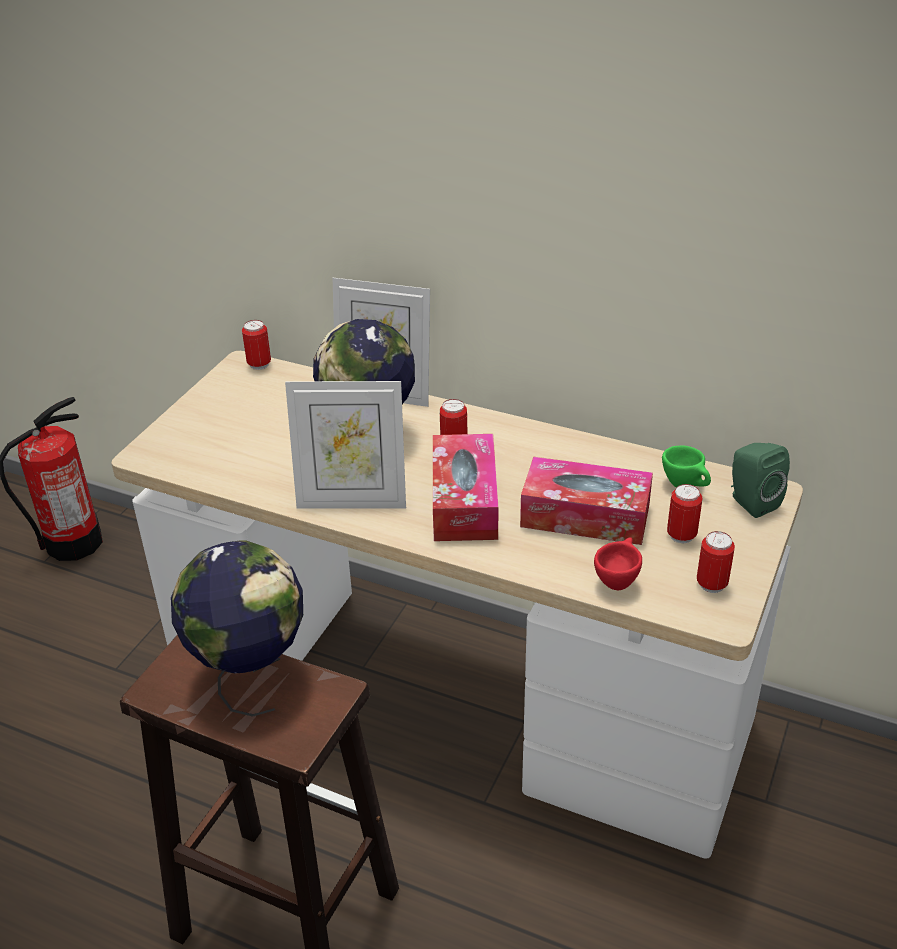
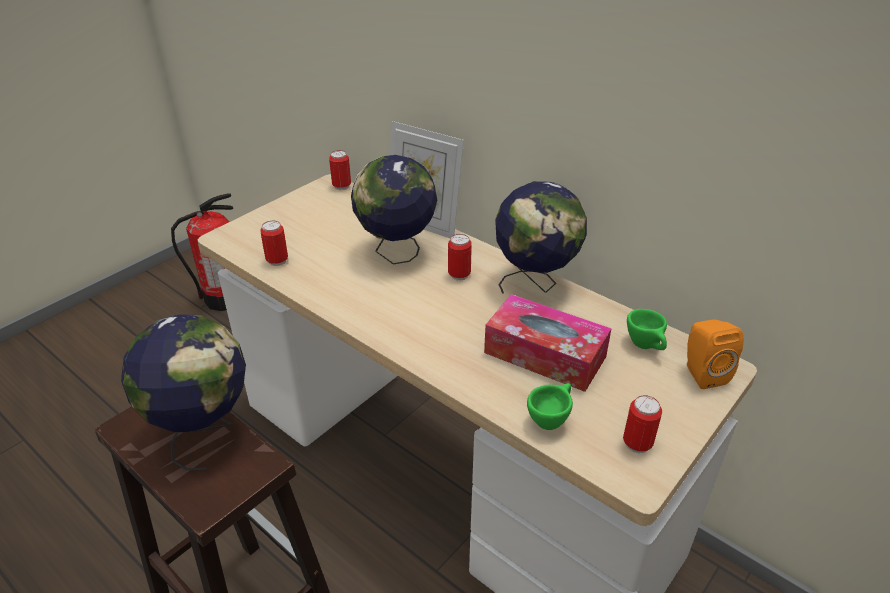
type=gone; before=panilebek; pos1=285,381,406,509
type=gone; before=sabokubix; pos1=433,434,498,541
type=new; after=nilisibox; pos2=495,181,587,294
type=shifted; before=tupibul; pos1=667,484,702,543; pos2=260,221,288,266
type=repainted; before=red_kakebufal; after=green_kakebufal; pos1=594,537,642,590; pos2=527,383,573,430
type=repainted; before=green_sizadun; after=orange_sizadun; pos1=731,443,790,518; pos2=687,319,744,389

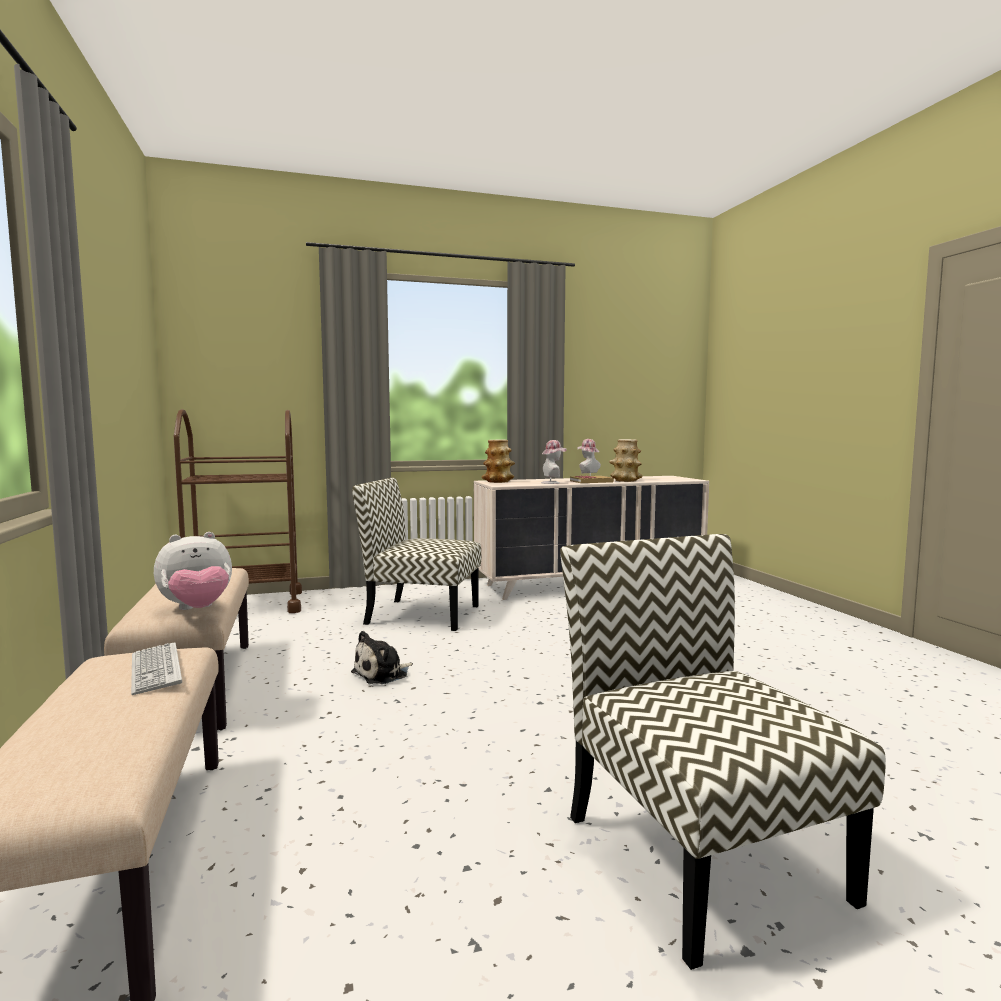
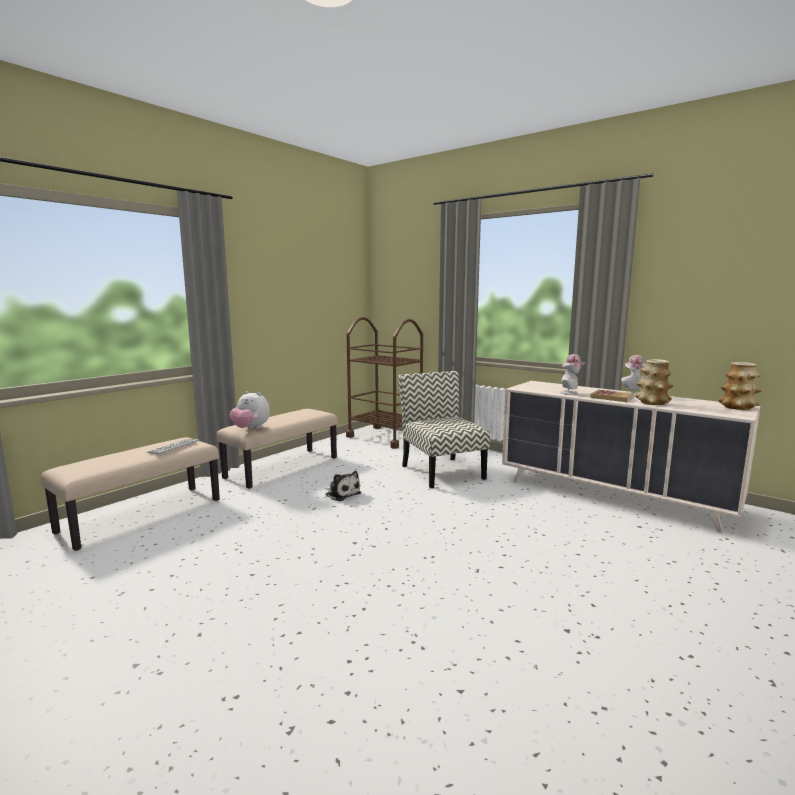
type=gone; before=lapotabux; pos1=560,534,886,970
type=shifted; before=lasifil; pos1=482,440,515,483; pos2=718,362,762,410
type=rotated; before=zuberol; pos1=351,631,413,684; pos2=325,471,361,501; turn=-150

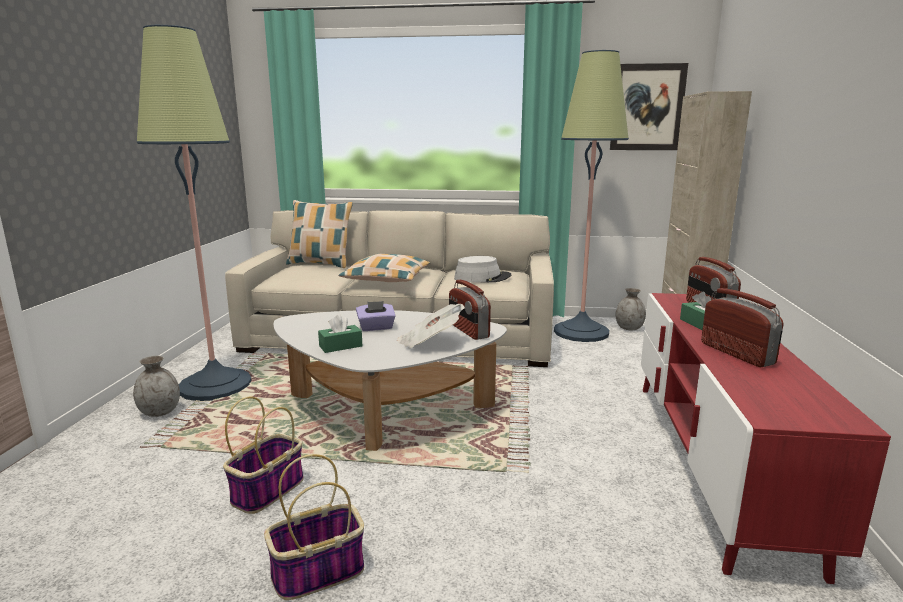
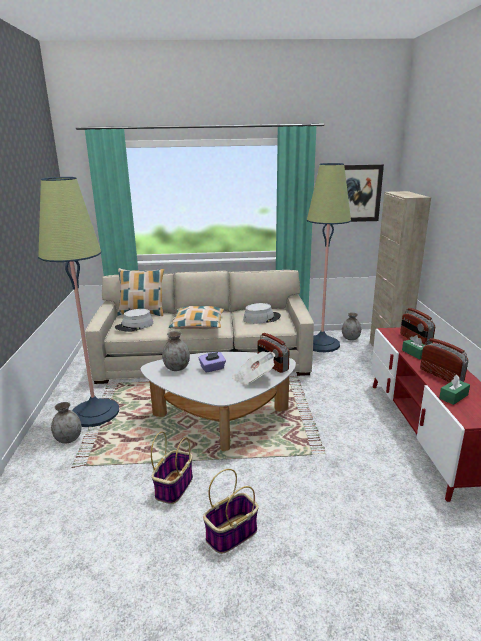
type=new; after=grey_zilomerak; pos2=115,309,153,332
type=new; after=grey_lasifil; pos2=162,331,190,371
type=shifted; before=green_sabokubix; pos1=318,314,362,353; pos2=439,375,470,405

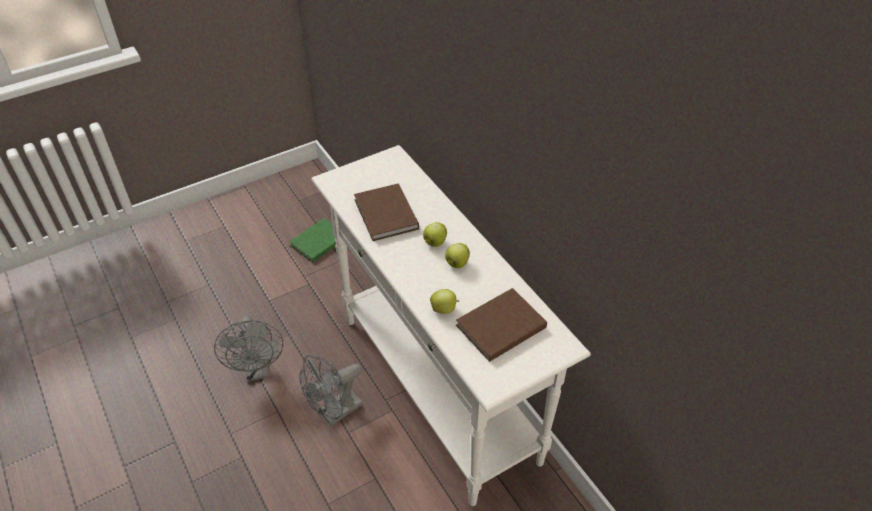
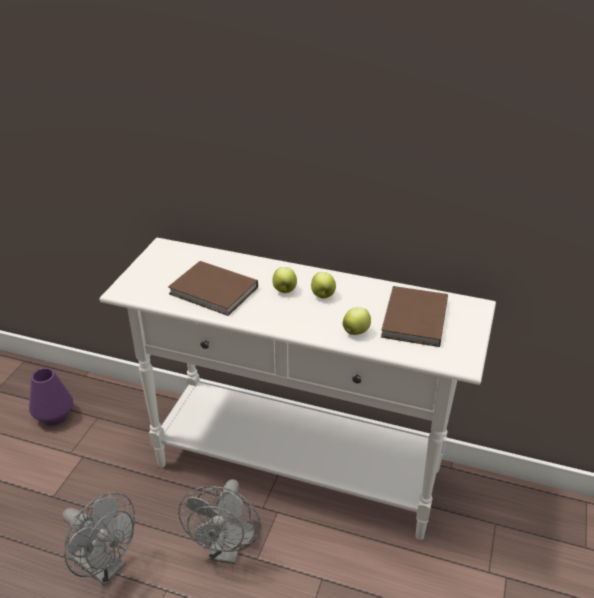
type=swapped; before=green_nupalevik; after=purple_lasifil; pos1=289,218,336,262; pos2=29,368,73,426

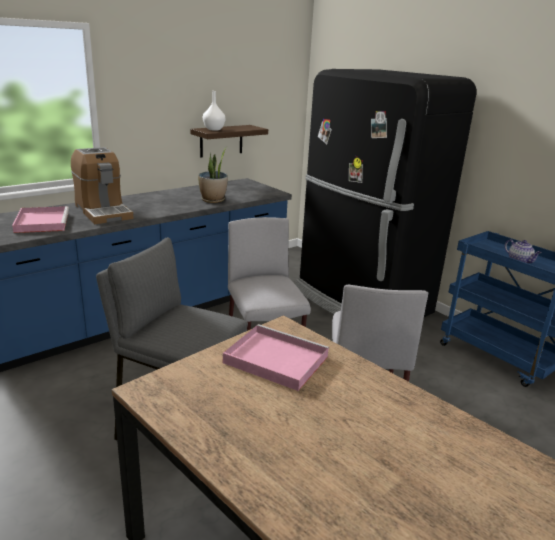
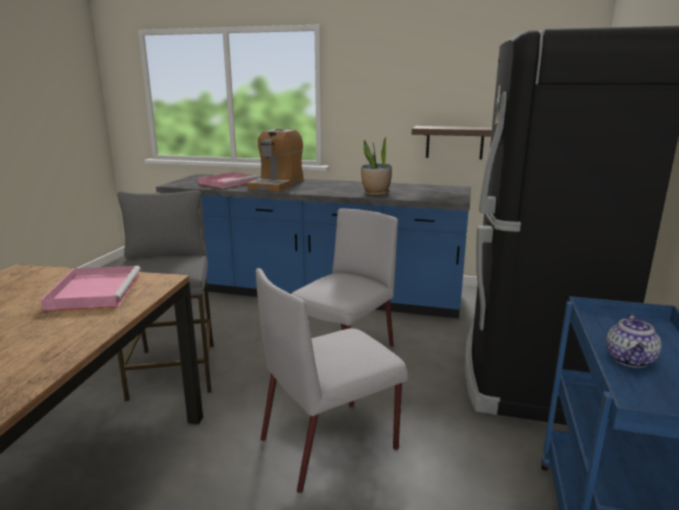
type=gone; before=white_lasifil; pos1=203,91,225,131

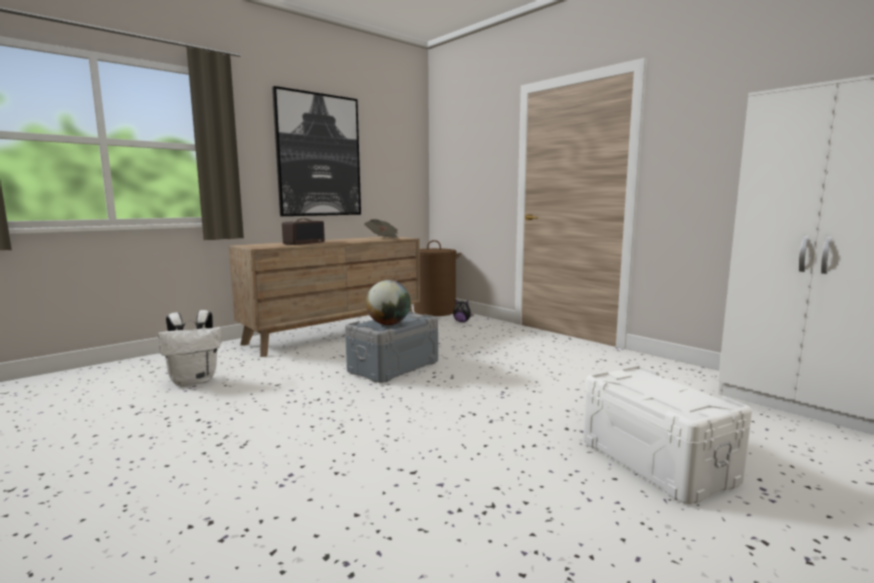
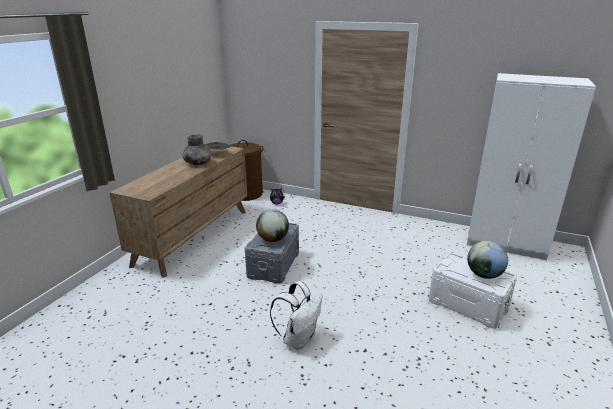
type=gone; before=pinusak; pos1=272,86,361,216
type=gone; before=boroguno; pos1=282,218,325,245
type=new; after=grey_lasifil; pos2=182,134,212,165
type=new; after=nilisibox; pos2=467,241,508,279
type=shifted; before=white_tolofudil; pos1=158,310,222,386; pos2=270,281,323,350

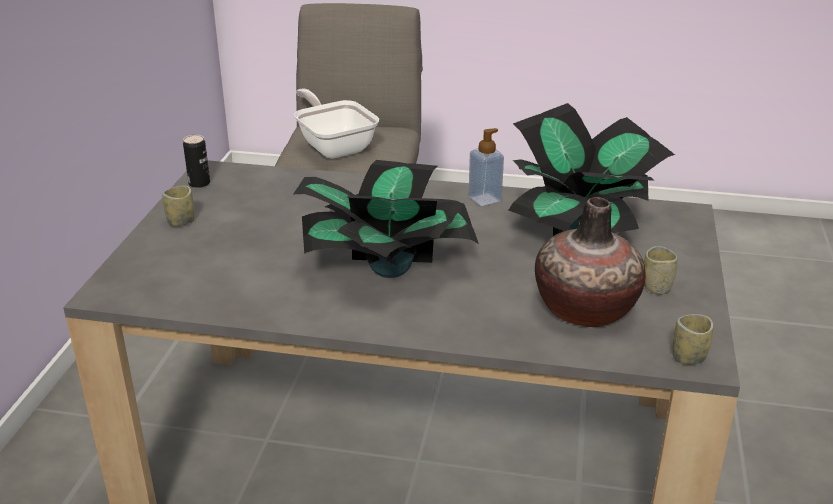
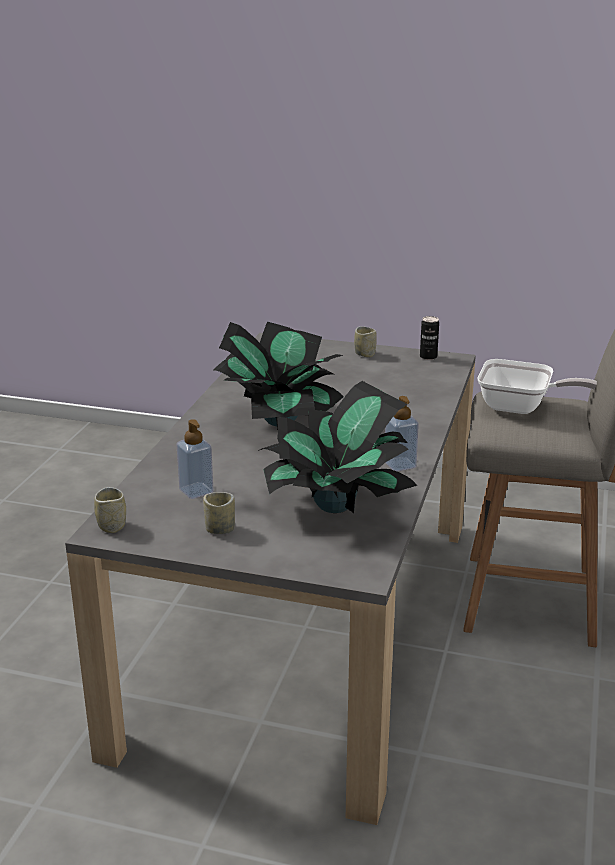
type=swapped; before=lasifil; after=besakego; pos1=535,197,646,327; pos2=176,419,214,499
type=rotated; before=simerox; pos1=294,88,379,159; pos2=478,359,597,414; turn=45

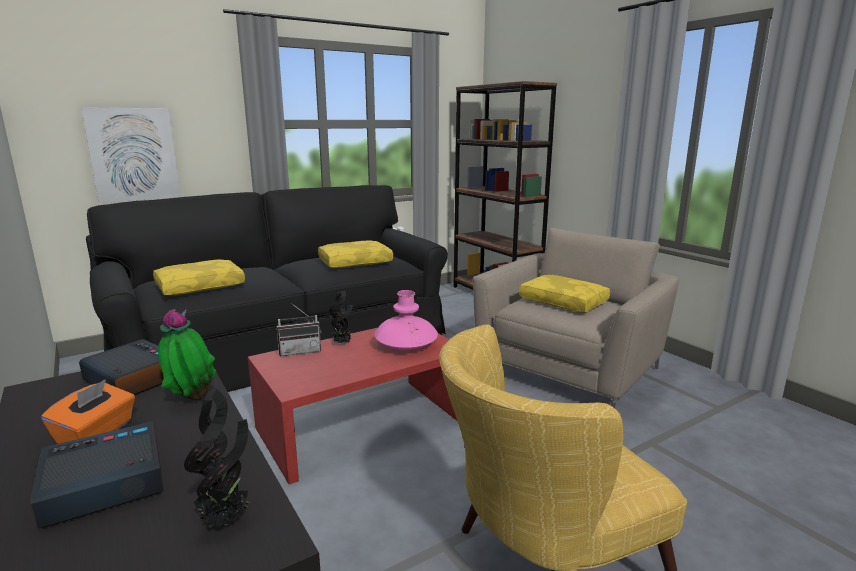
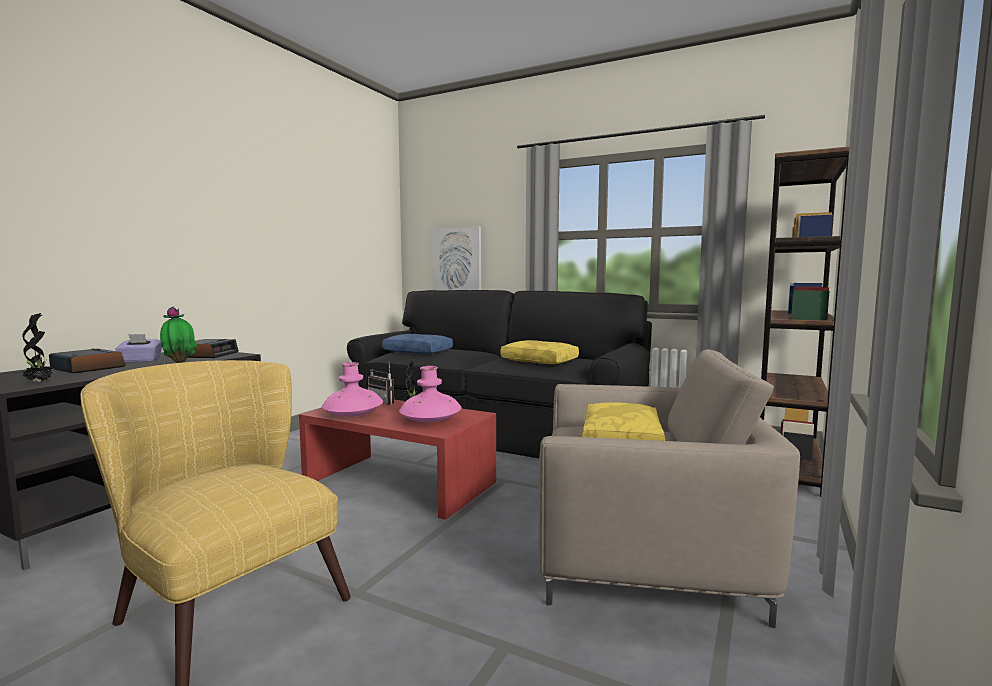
type=new; after=pink_lasifil; pos2=322,362,383,417
type=repainted; before=orange_sabokubix; after=purple_sabokubix; pos1=41,379,135,444; pos2=115,334,162,362
type=repainted; before=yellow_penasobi; after=blue_penasobi; pos1=153,259,245,295; pos2=382,334,453,354

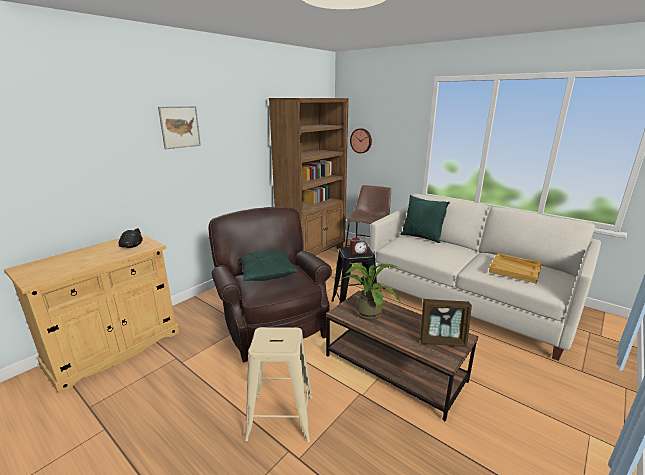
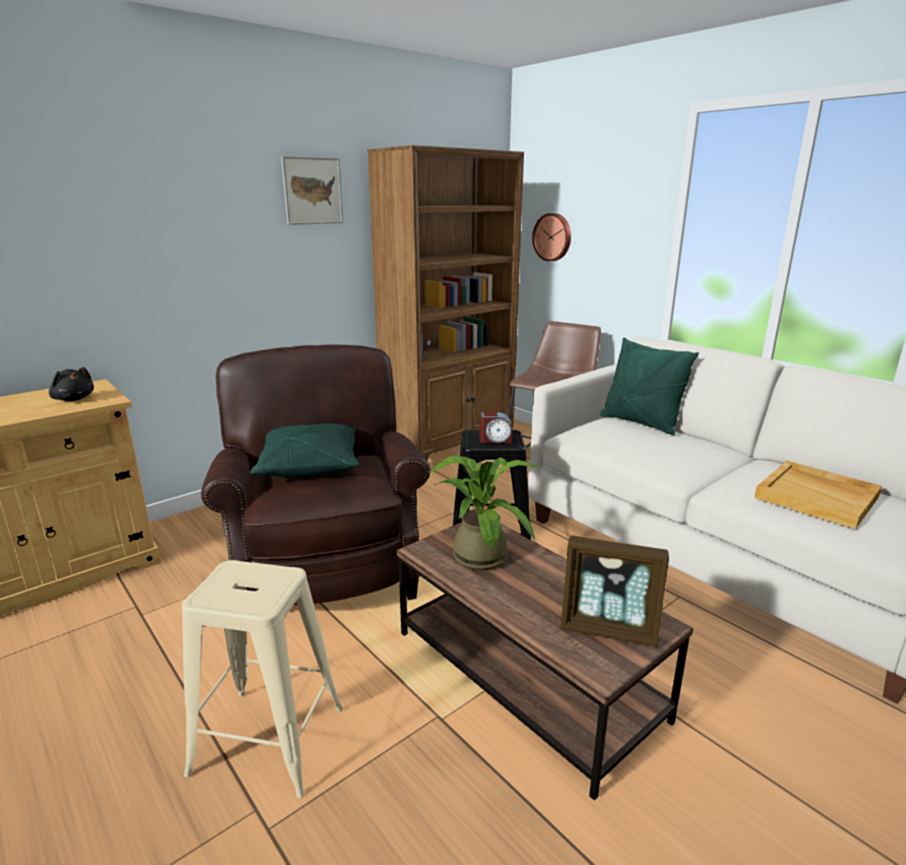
type=shifted; before=pinusak; pos1=158,106,201,149; pos2=281,156,343,225

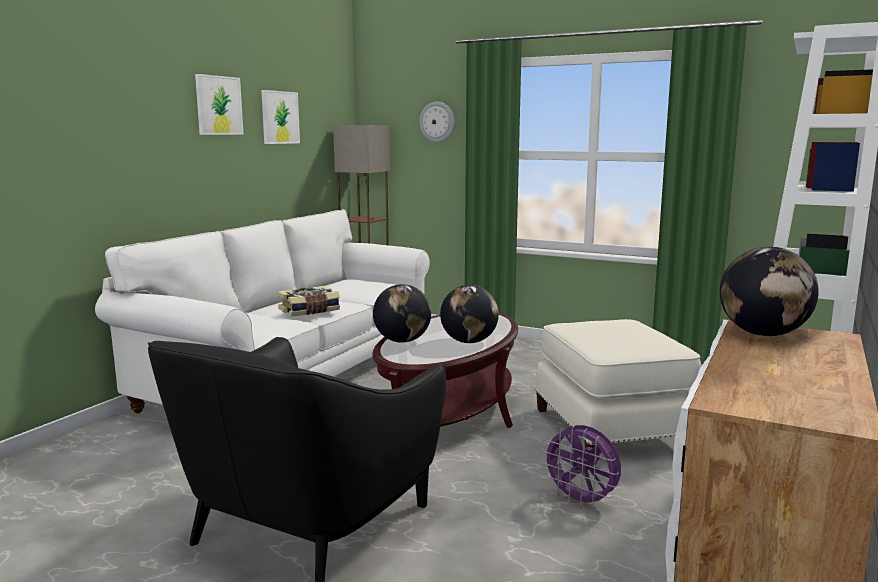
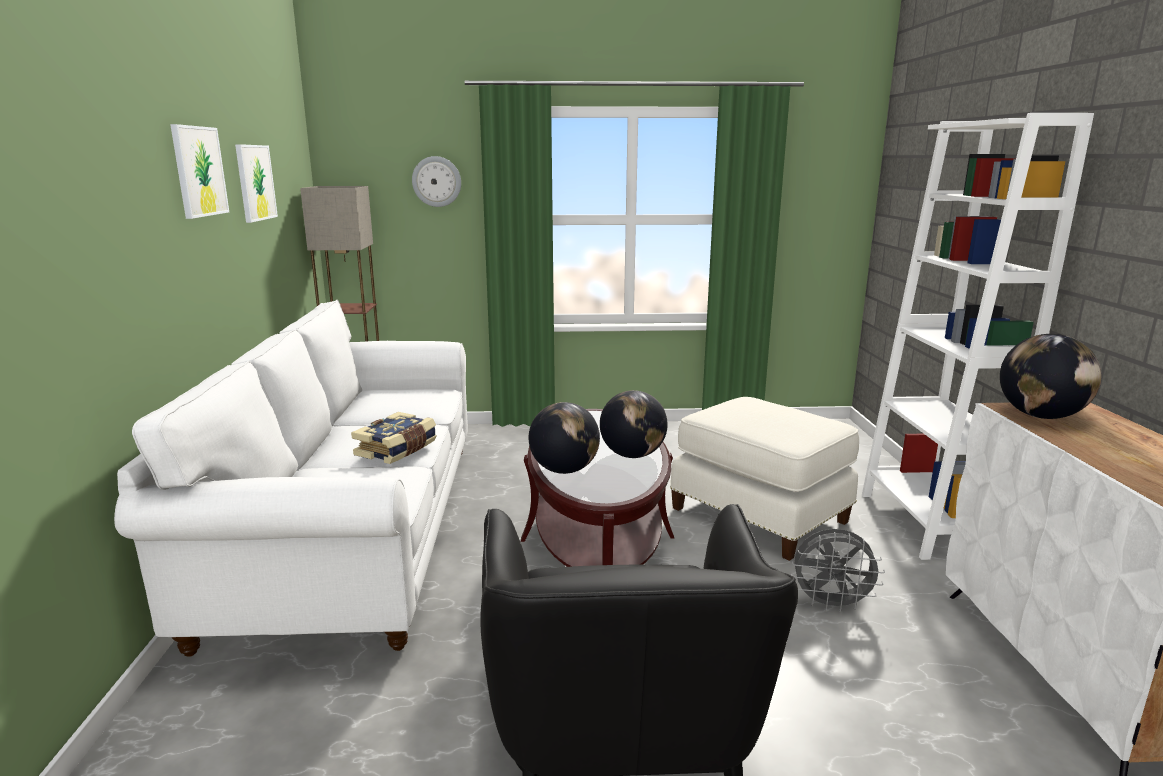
type=repainted; before=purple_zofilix; after=grey_zofilix; pos1=541,425,621,508; pos2=791,529,885,613

